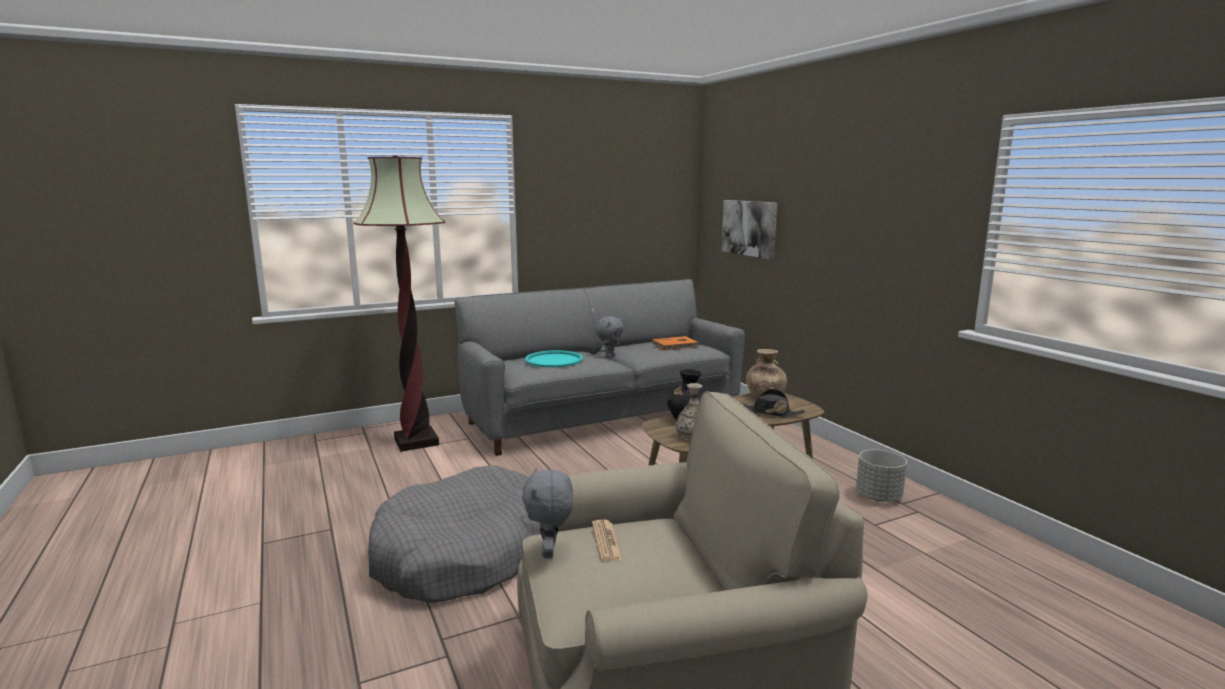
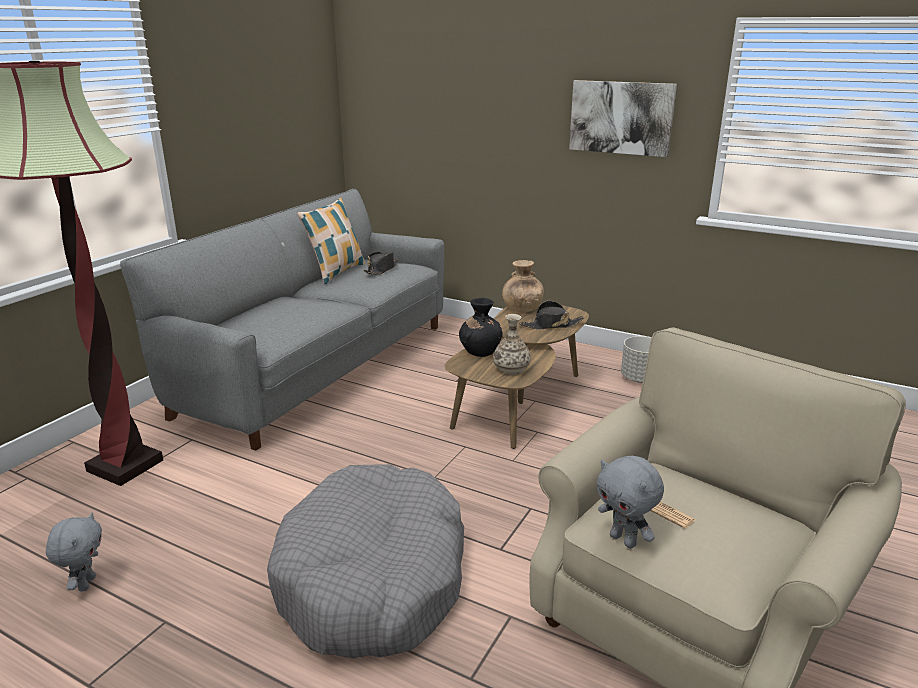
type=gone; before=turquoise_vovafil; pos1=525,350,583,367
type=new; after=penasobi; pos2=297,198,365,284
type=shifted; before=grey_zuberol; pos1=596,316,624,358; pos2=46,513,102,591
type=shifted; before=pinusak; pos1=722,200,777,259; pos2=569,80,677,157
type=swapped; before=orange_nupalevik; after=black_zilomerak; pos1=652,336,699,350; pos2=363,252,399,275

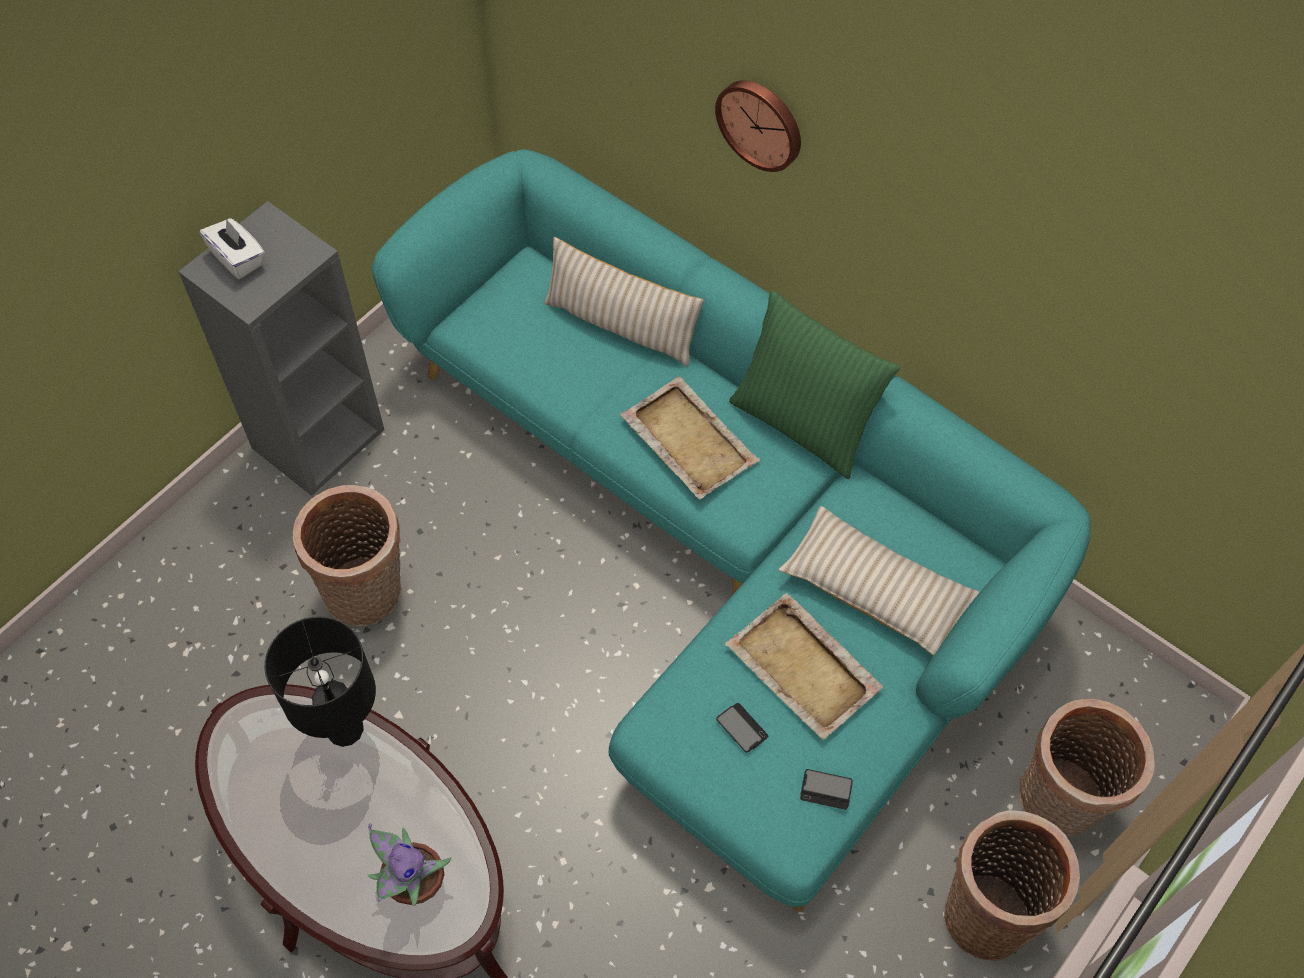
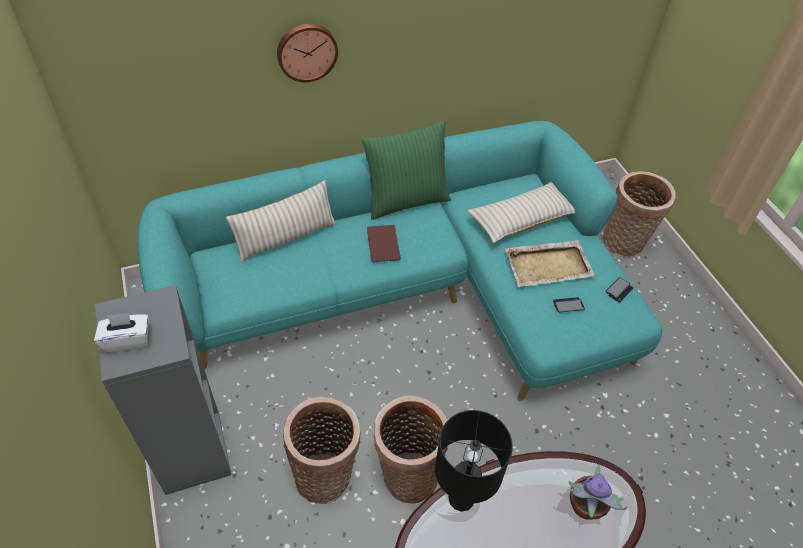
type=shifted; before=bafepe; pos1=944,810,1080,961; pos2=374,396,448,503
type=swapped; before=beige_vovafil; after=brown_nupalevik; pos1=620,376,760,499; pos2=367,225,401,262

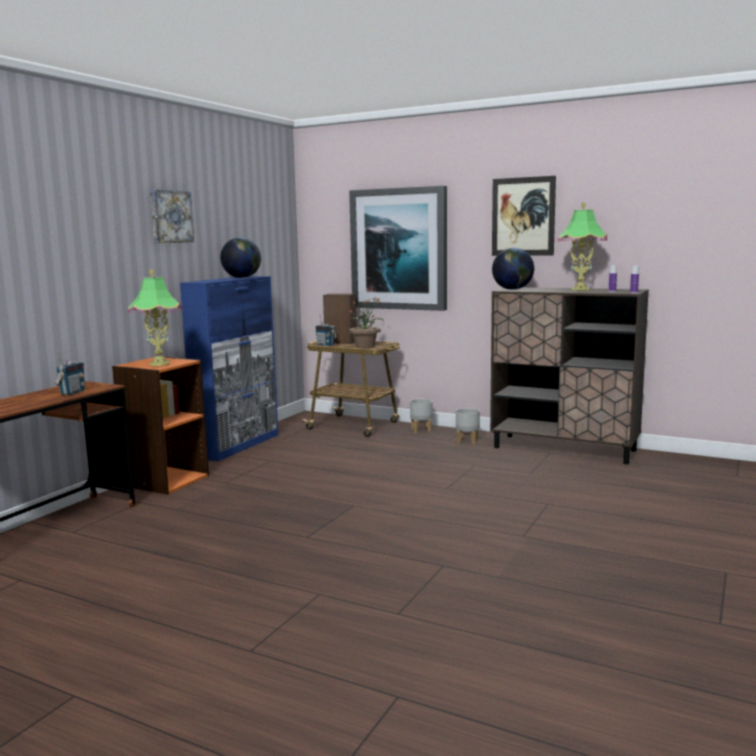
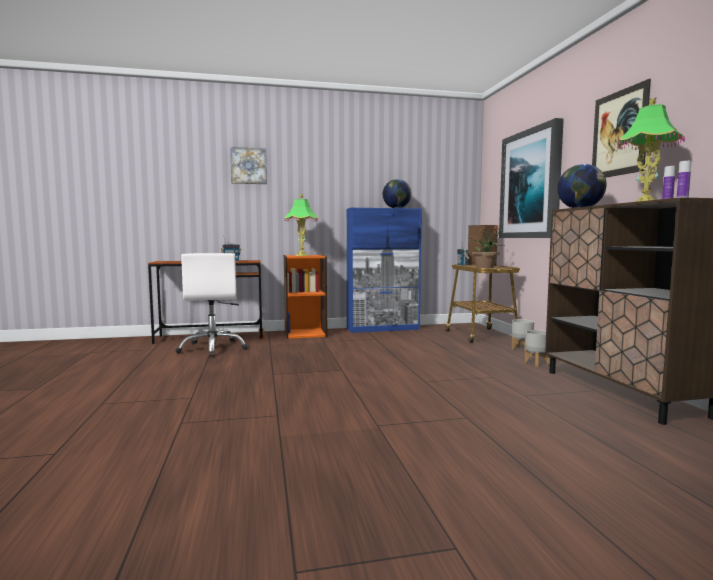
type=new; after=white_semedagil; pos2=175,253,248,357
type=shifted; before=pinusak; pos1=150,189,194,243; pos2=230,147,267,184

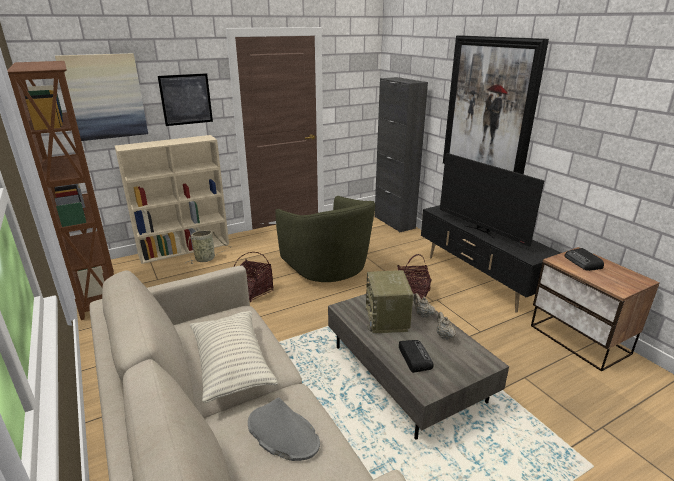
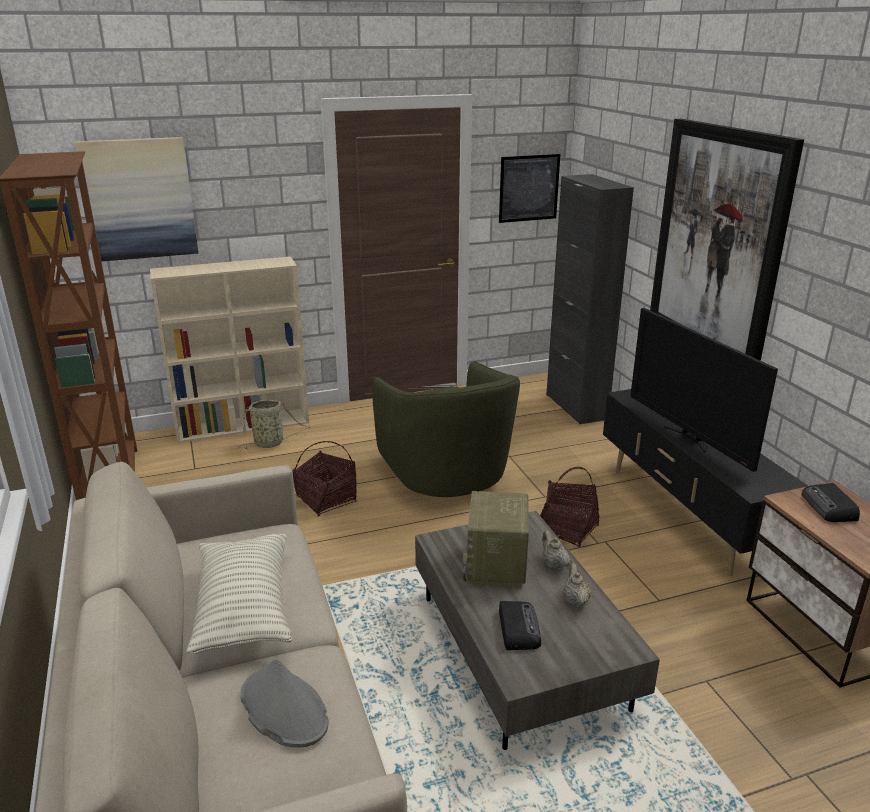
type=shifted; before=pinusak; pos1=158,73,213,126; pos2=499,154,560,223

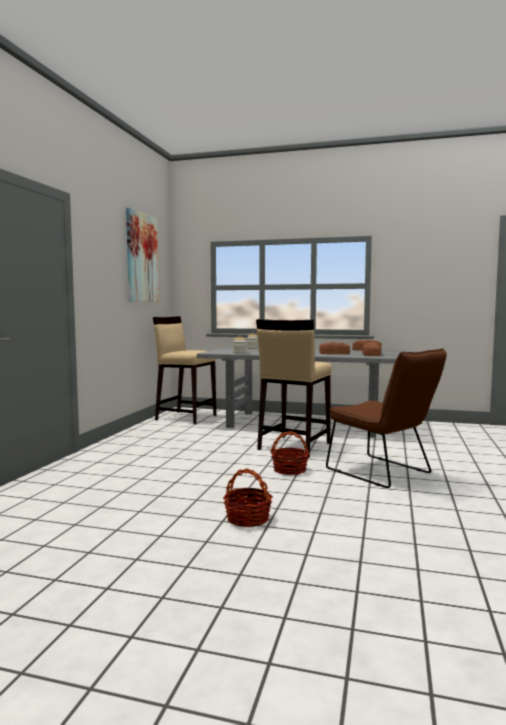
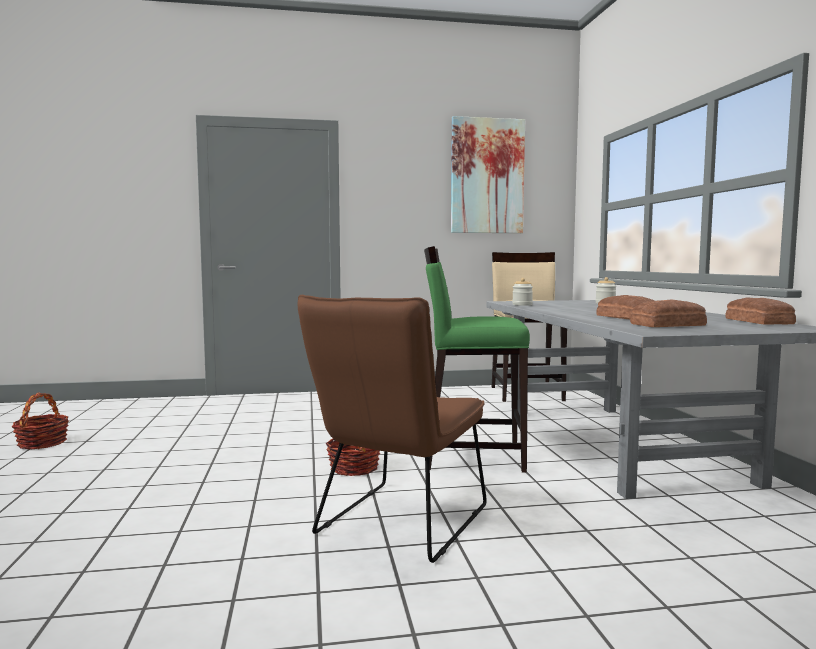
type=shifted; before=bafepe; pos1=223,468,273,527; pos2=12,392,69,449
type=repainted; before=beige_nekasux; after=green_nekasux; pos1=256,319,332,458; pos2=424,246,530,473

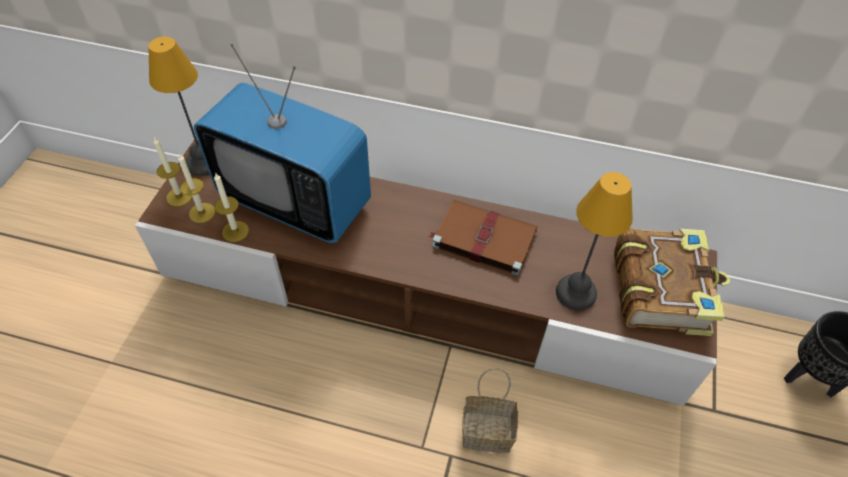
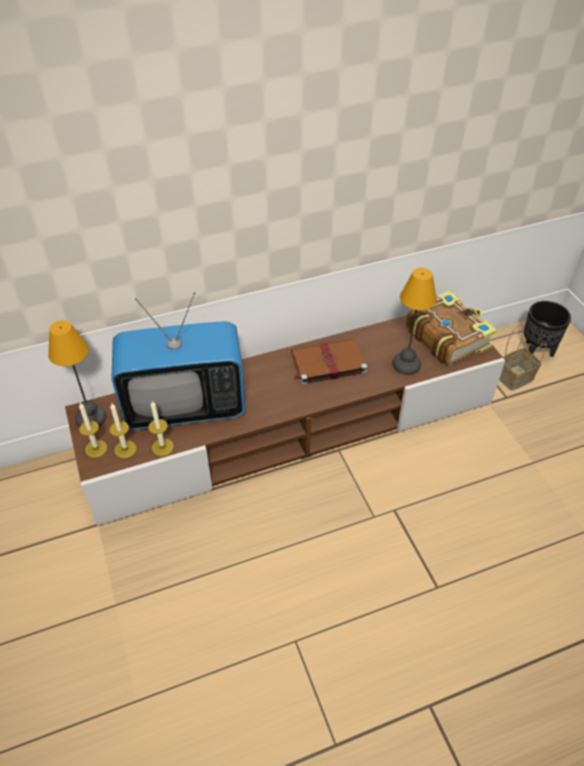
type=shifted; before=bafepe; pos1=462,368,518,453; pos2=499,324,546,391

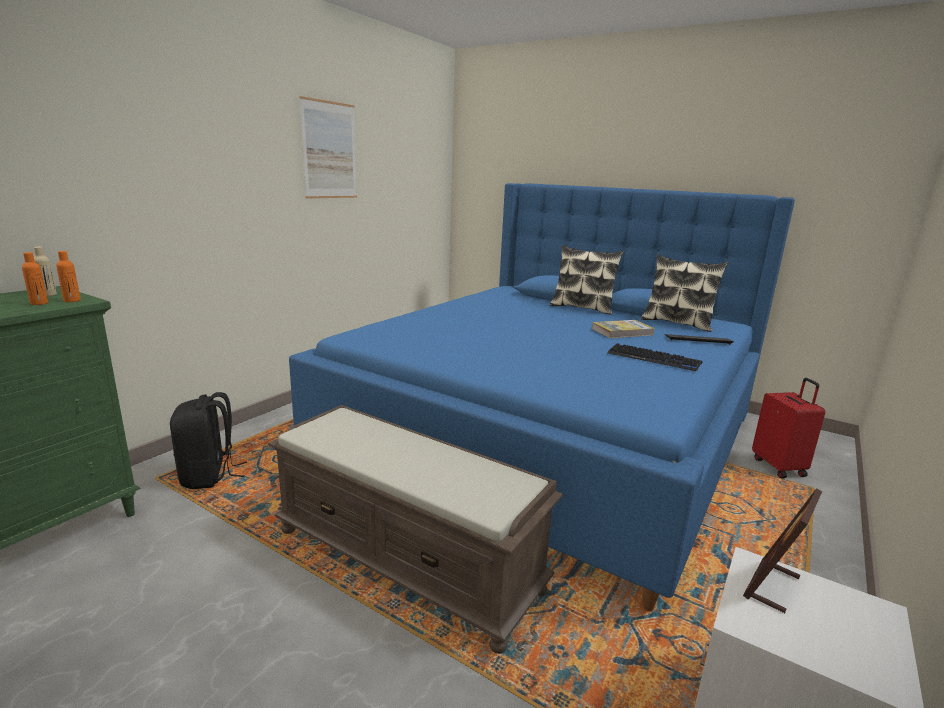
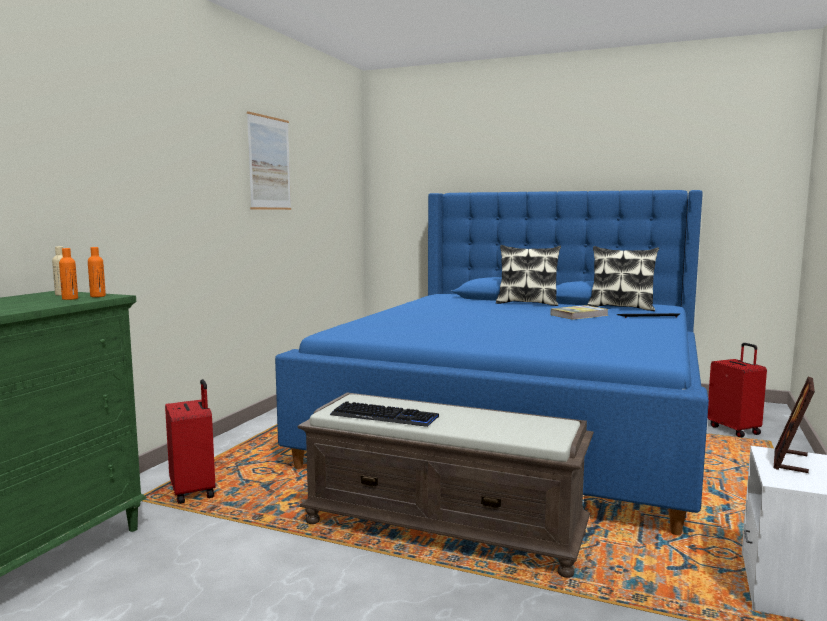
type=shifted; before=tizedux; pos1=607,343,702,371; pos2=330,401,439,427
type=swapped; before=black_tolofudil; after=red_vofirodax; pos1=170,392,247,489; pos2=165,379,215,504

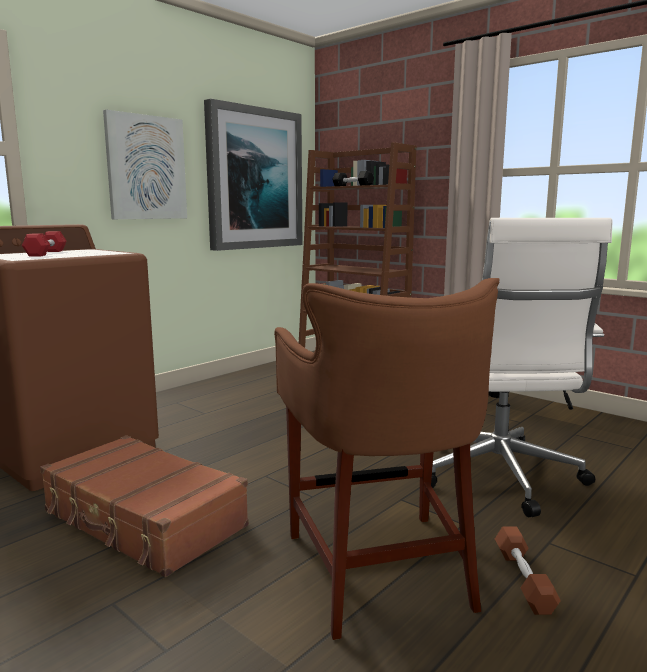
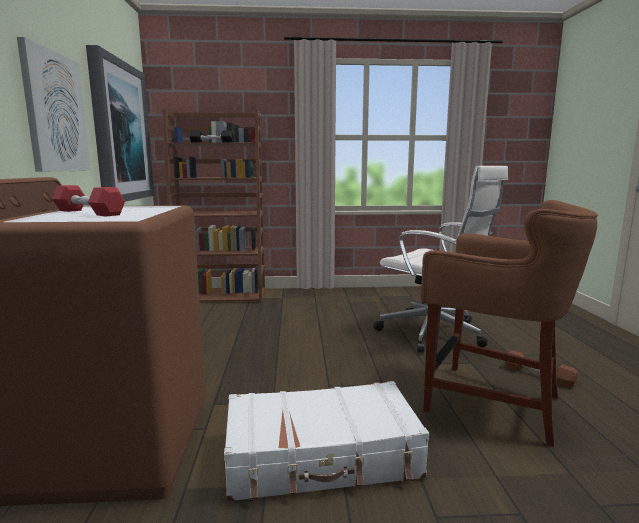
type=repainted; before=brown_vofirodax; after=white_vofirodax; pos1=40,435,249,577; pos2=224,381,429,502

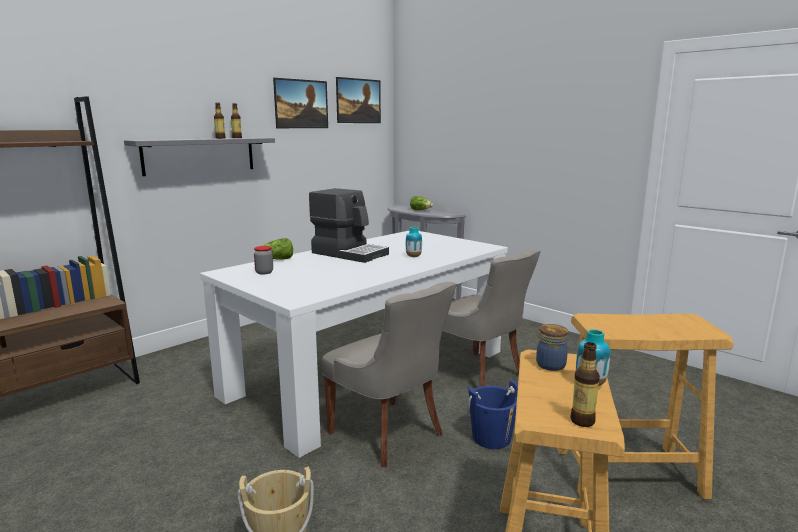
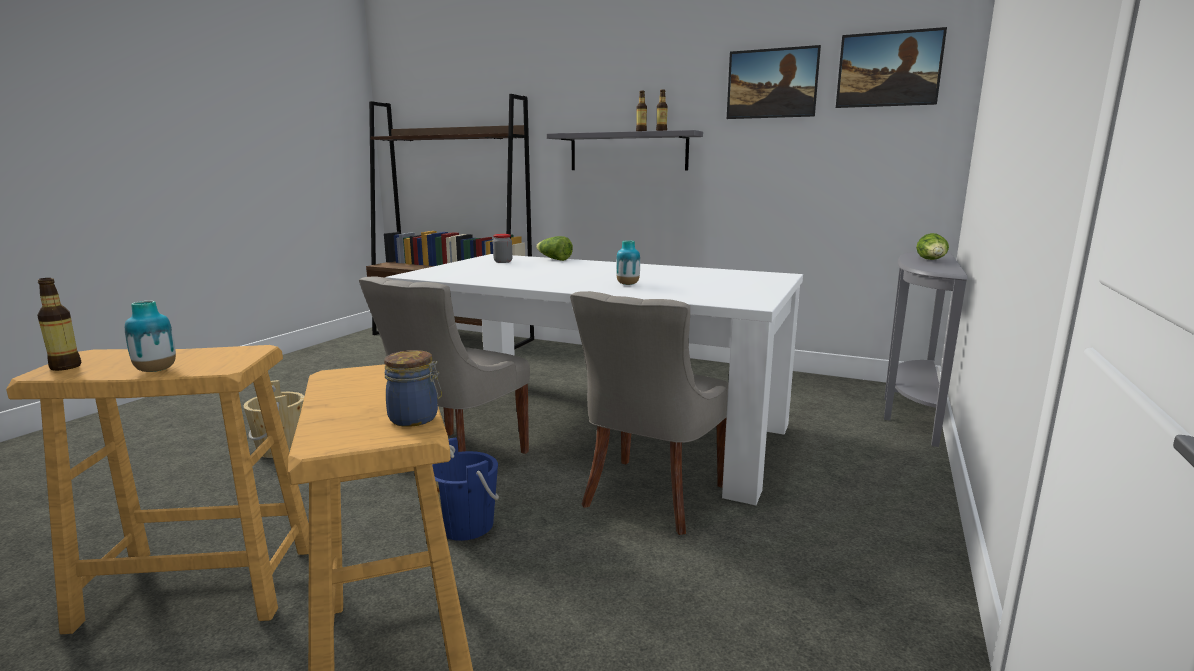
type=gone; before=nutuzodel; pos1=309,188,389,263
type=shifted; before=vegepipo; pos1=536,324,568,371; pos2=384,350,442,427

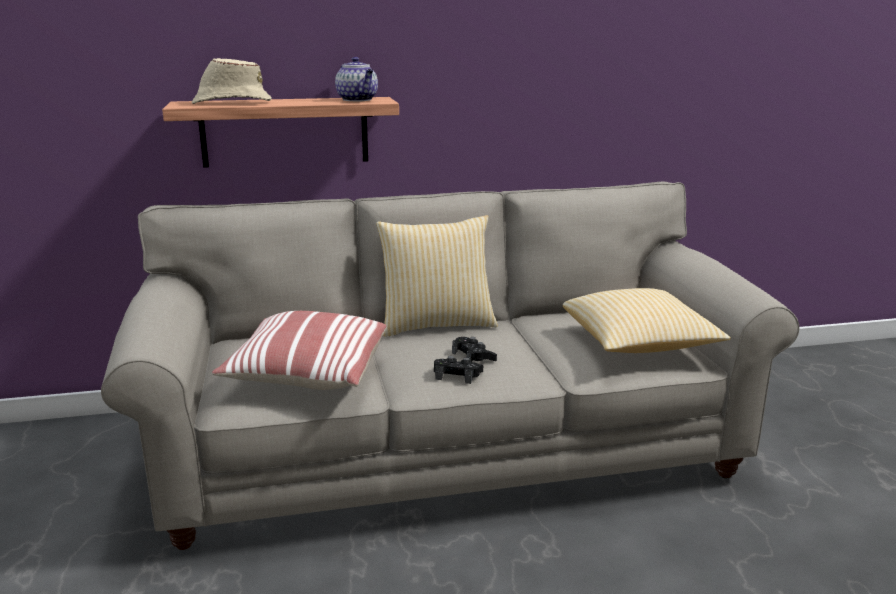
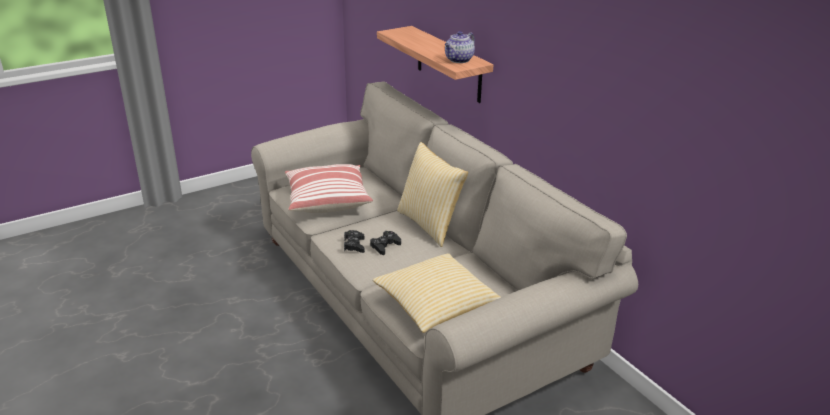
type=gone; before=beige_zilomerak; pos1=192,58,272,104

